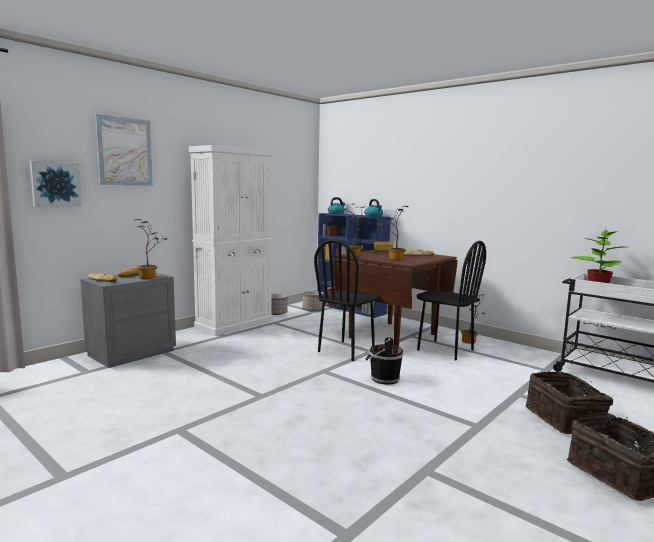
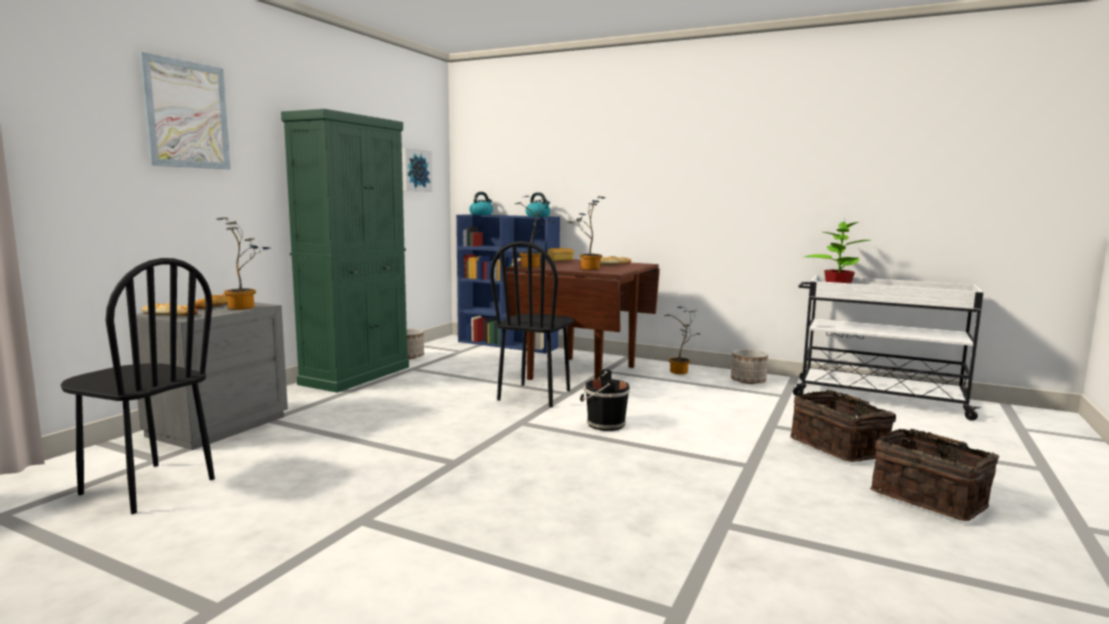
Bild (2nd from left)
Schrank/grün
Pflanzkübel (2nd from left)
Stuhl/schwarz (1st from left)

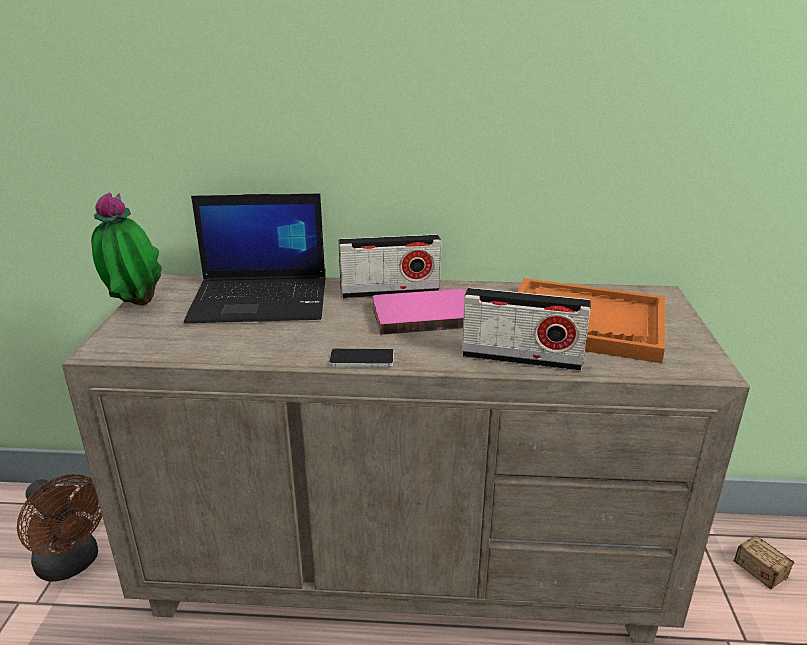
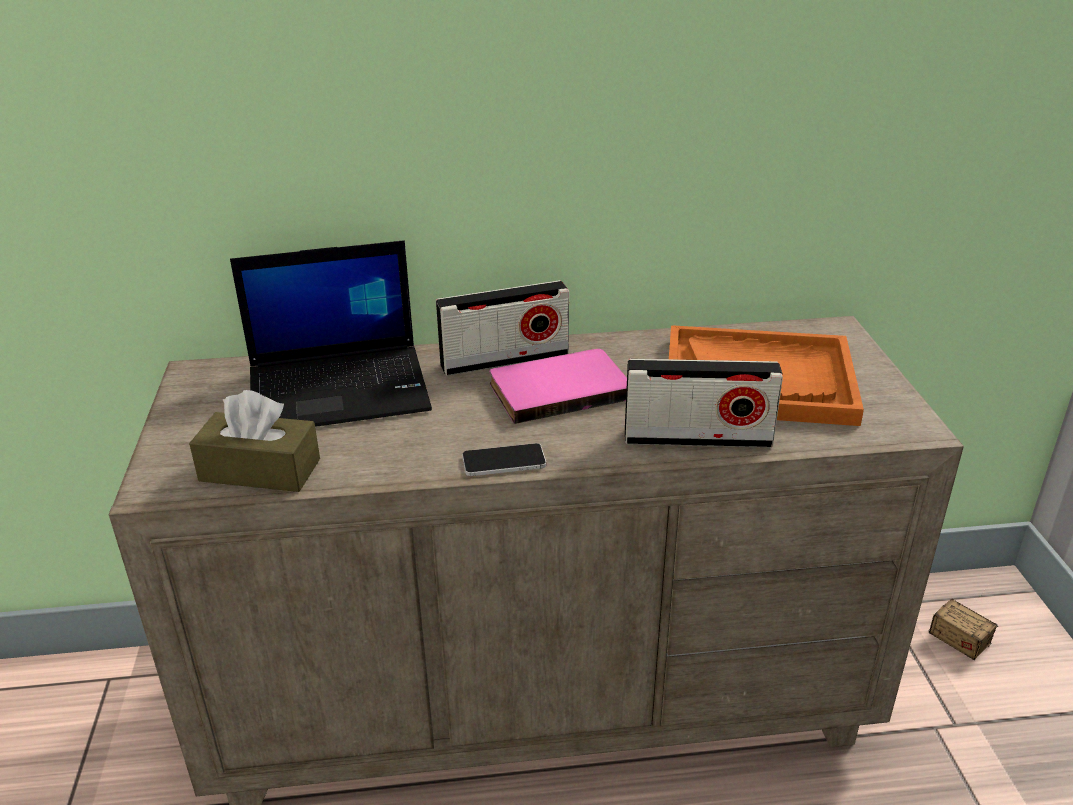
Ventilator/braun
Topfpflanze
Taschentuchbox/braun

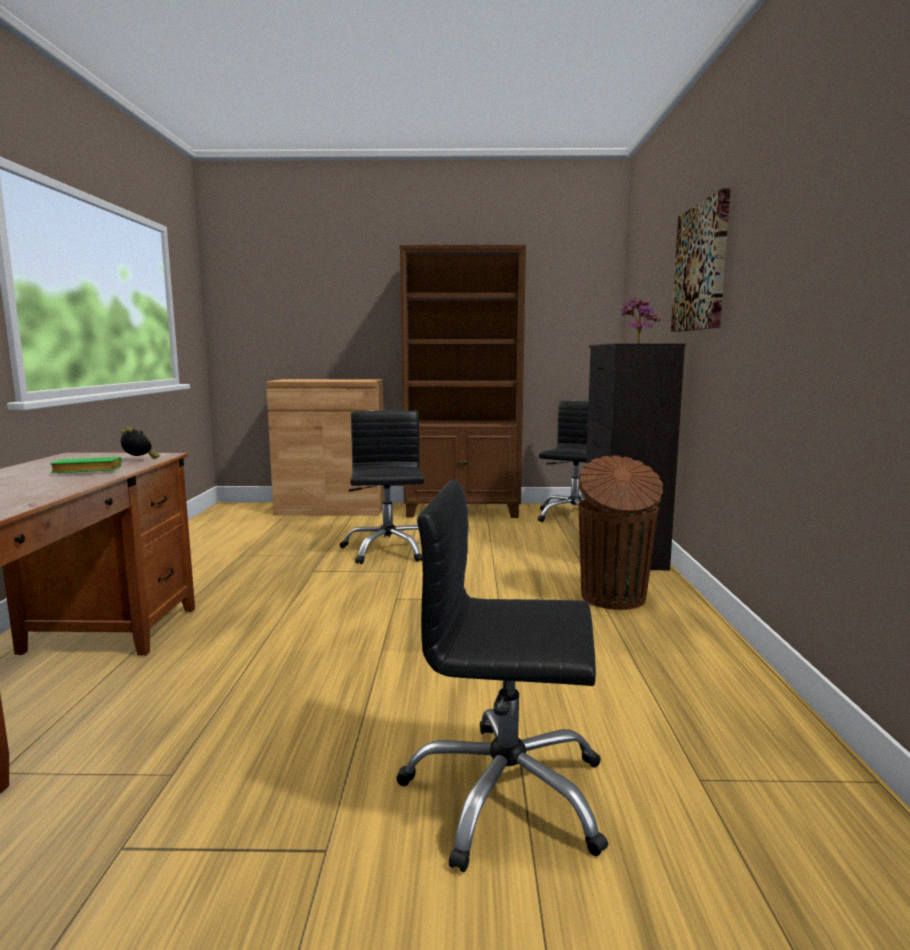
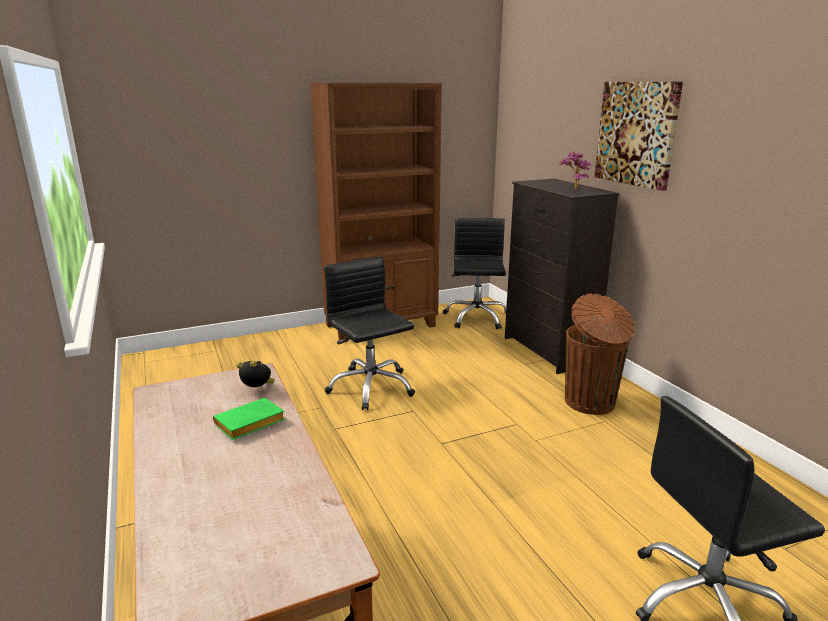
Schrank/braun

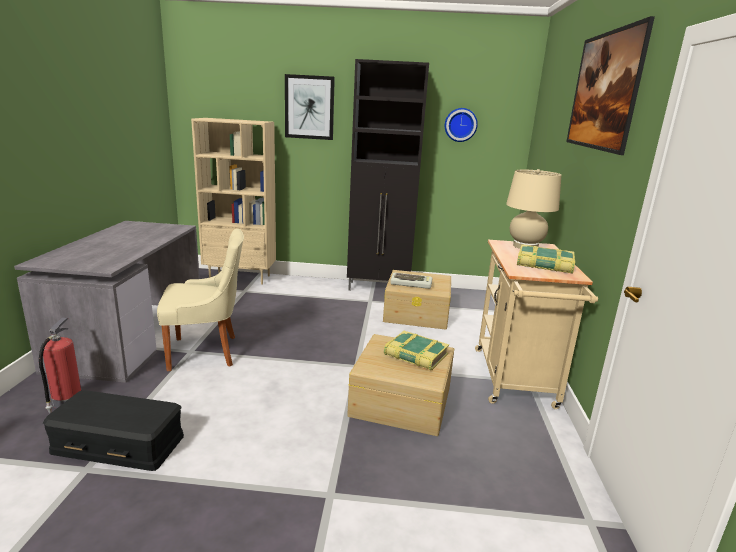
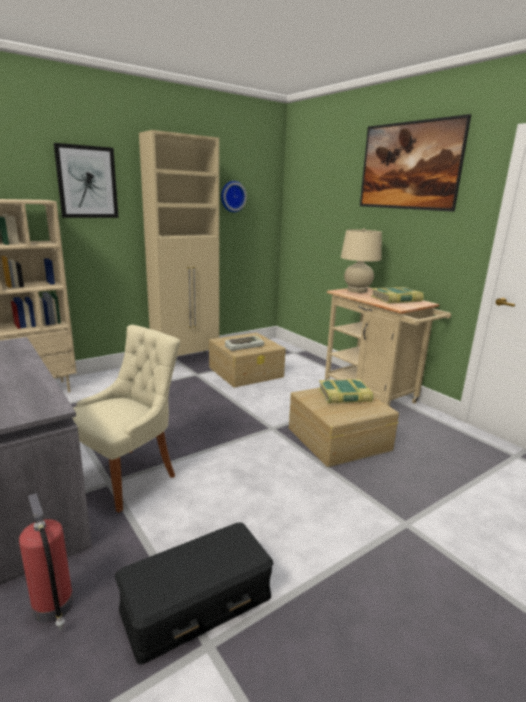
Schrank/beige

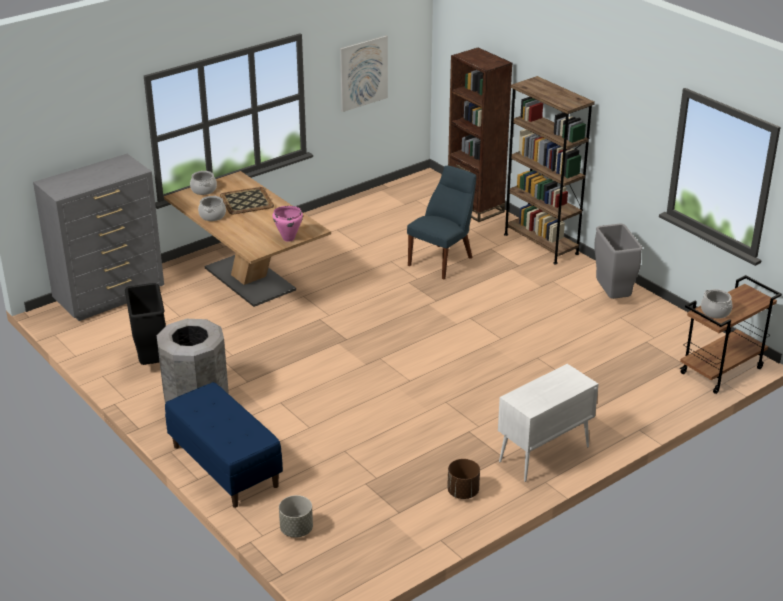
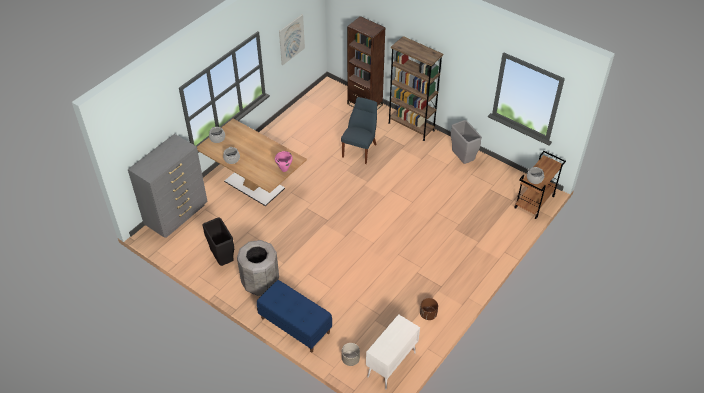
Tablett
Schrank/weiß

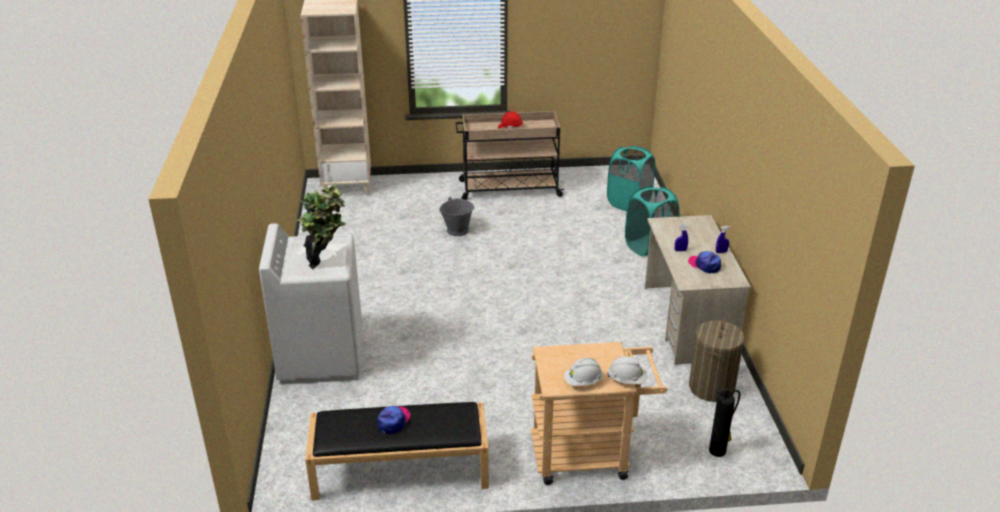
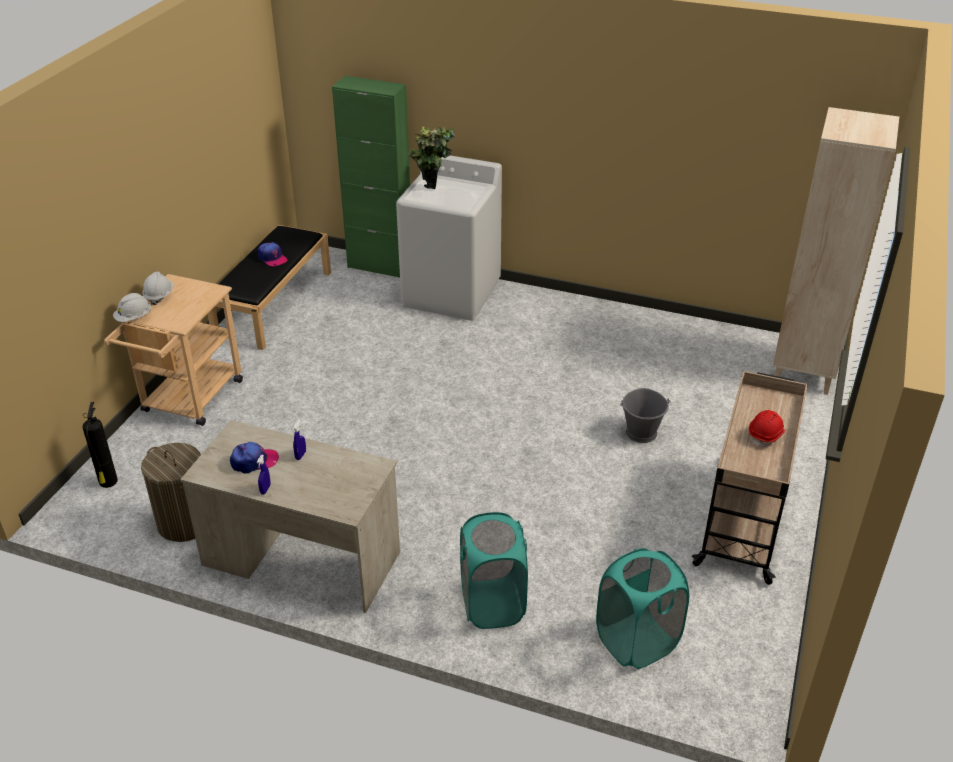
Schrank/grün

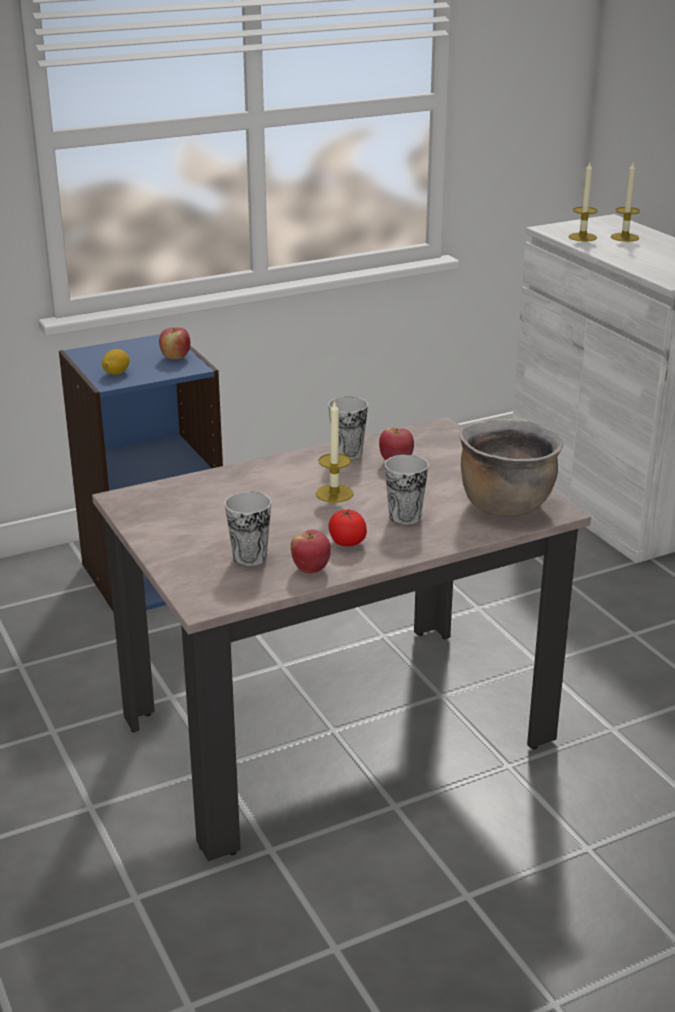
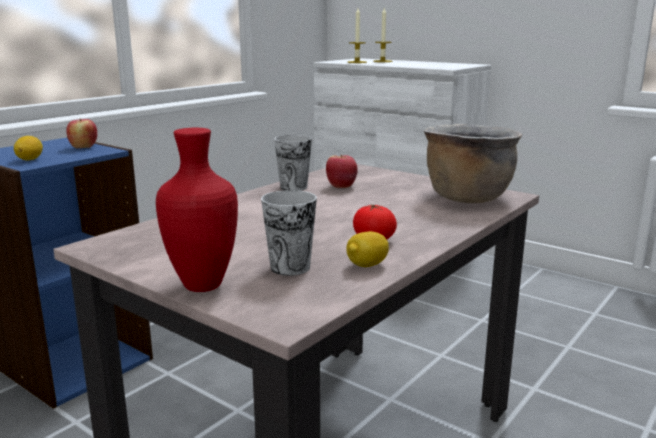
Zitrone (2nd from left)
Kerze (1st from left in the first image)
Tasse (3rd from left in the first image)
Vase/rot

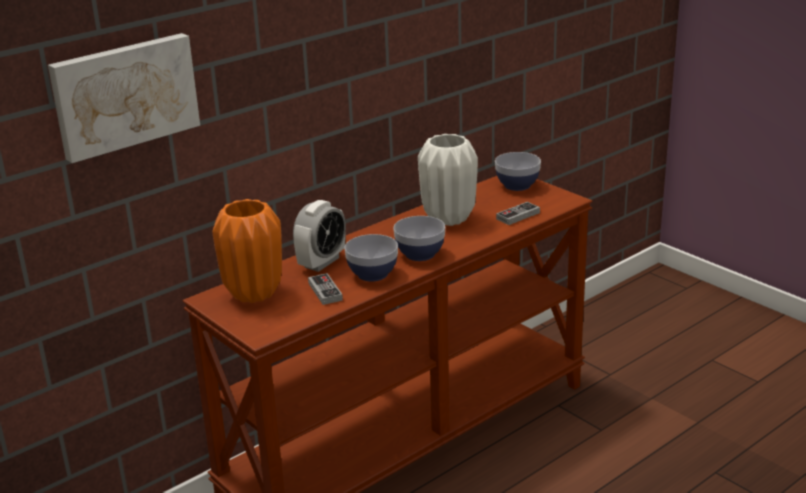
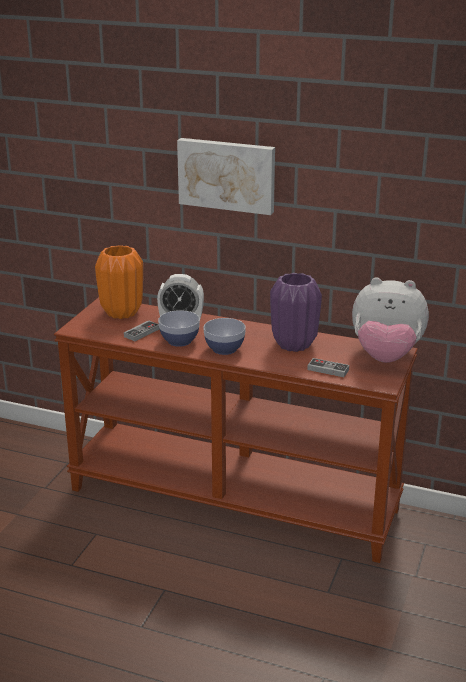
Bild
Vase/lila
Plüschtier

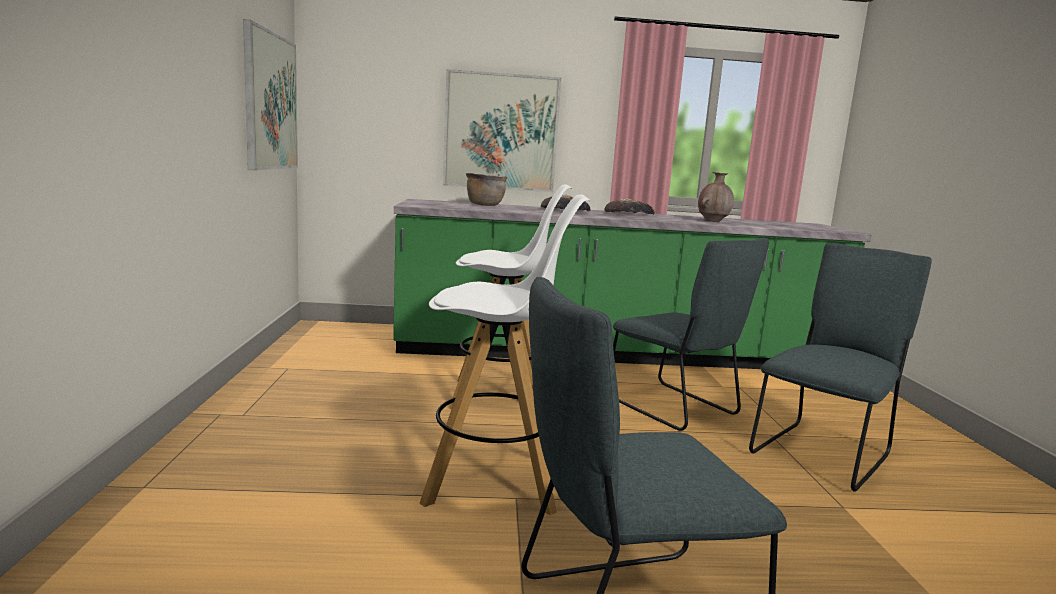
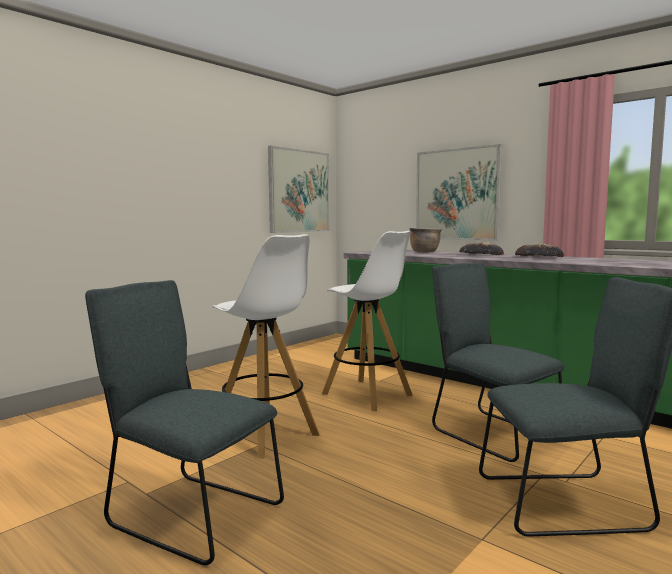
Stuhl/grau (2nd from left)
Vase/braun

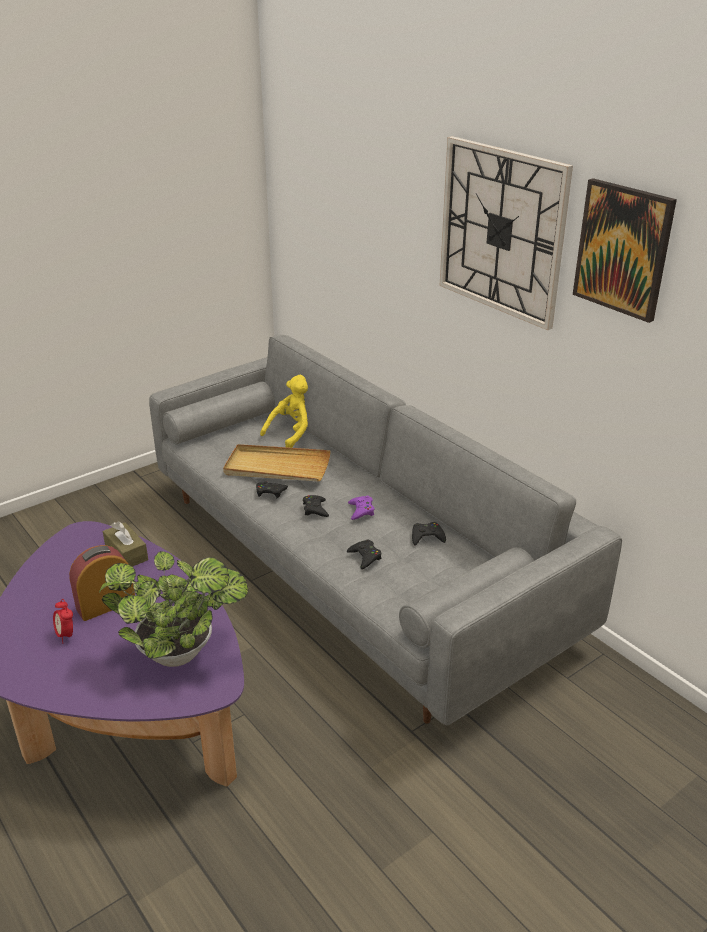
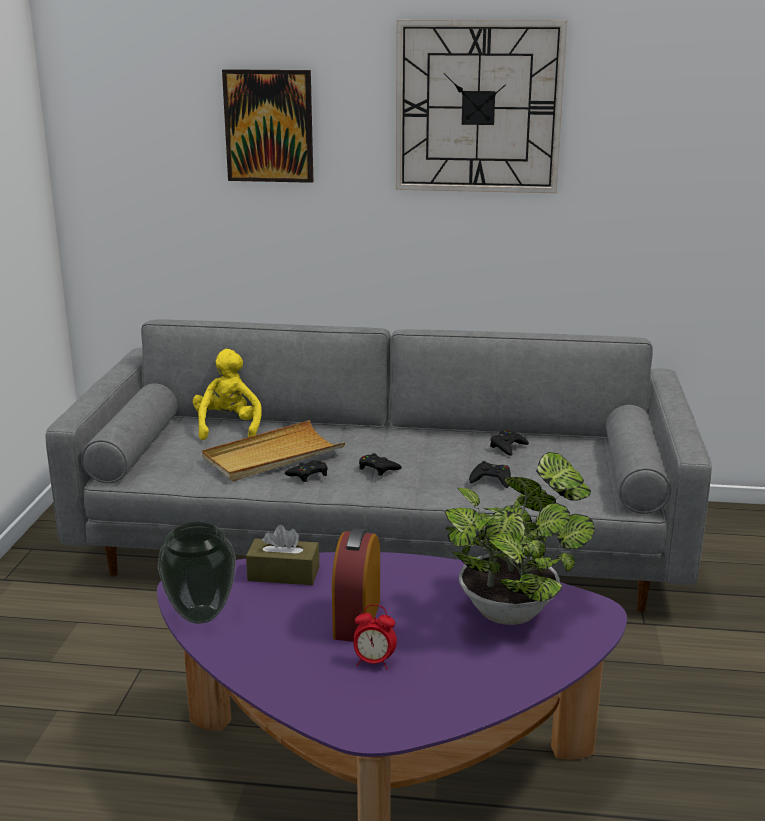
Gamepad/lila
Bild
Vase

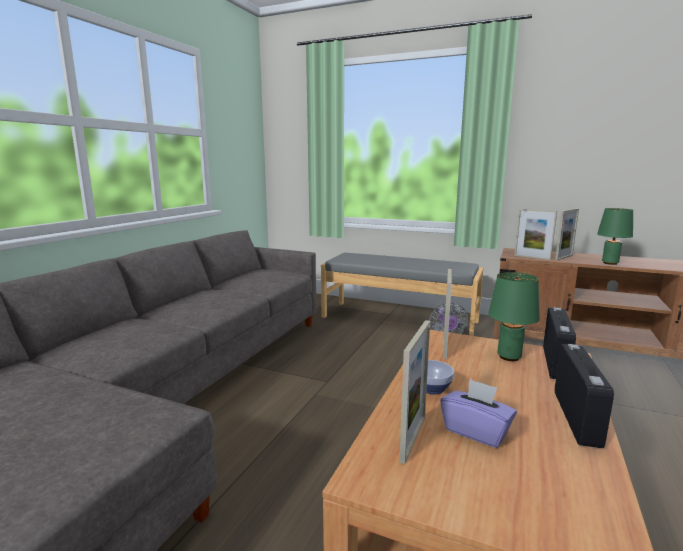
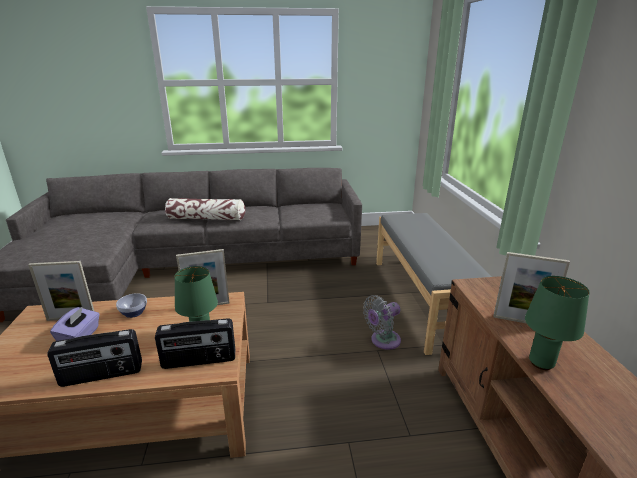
Bilderrahmen (3rd from left in the first image)
Kissen

